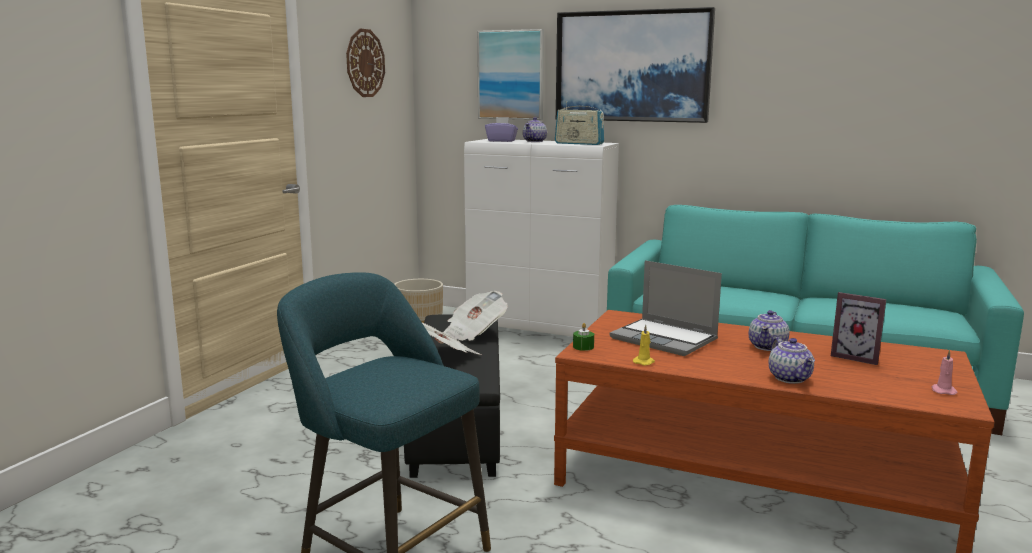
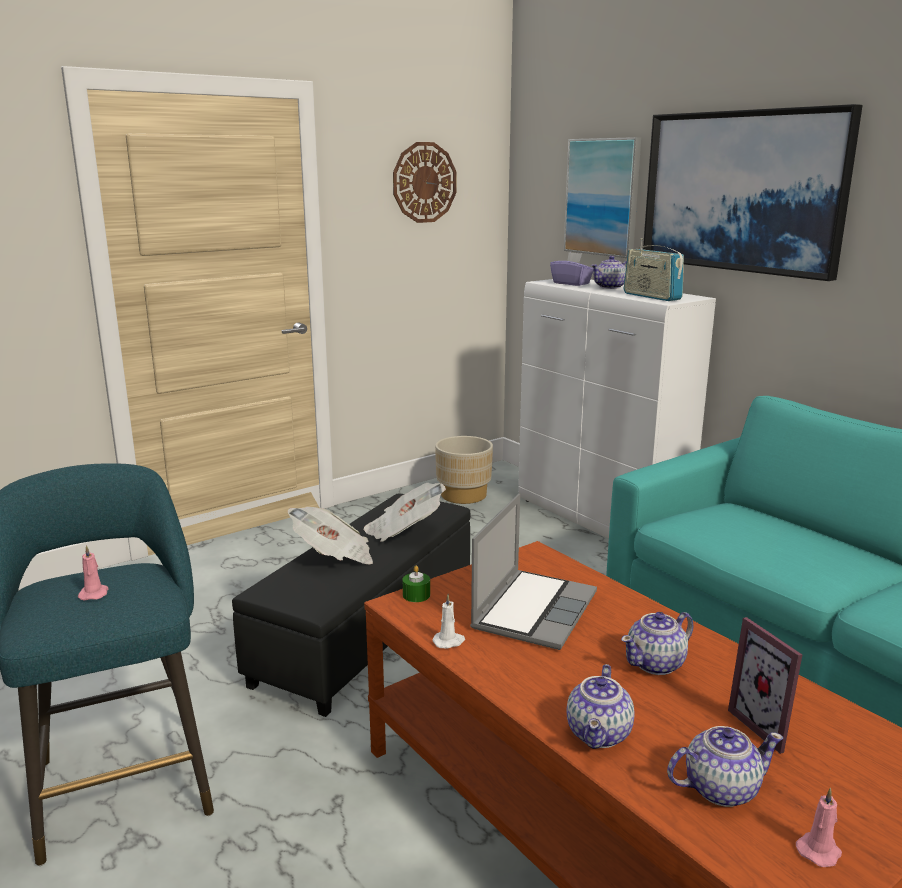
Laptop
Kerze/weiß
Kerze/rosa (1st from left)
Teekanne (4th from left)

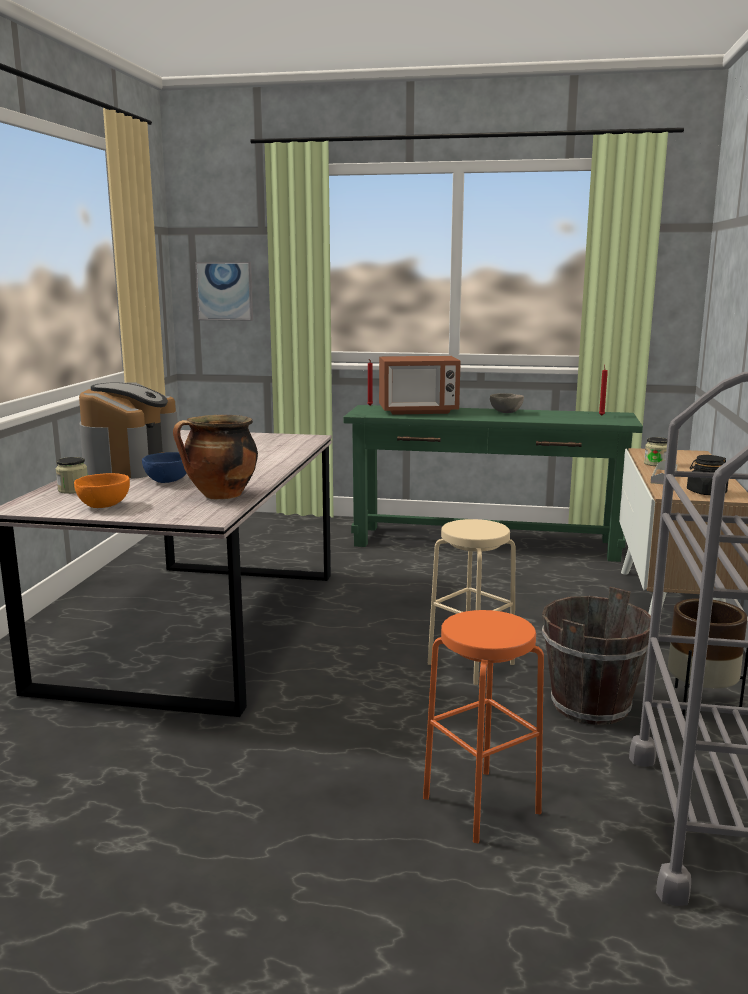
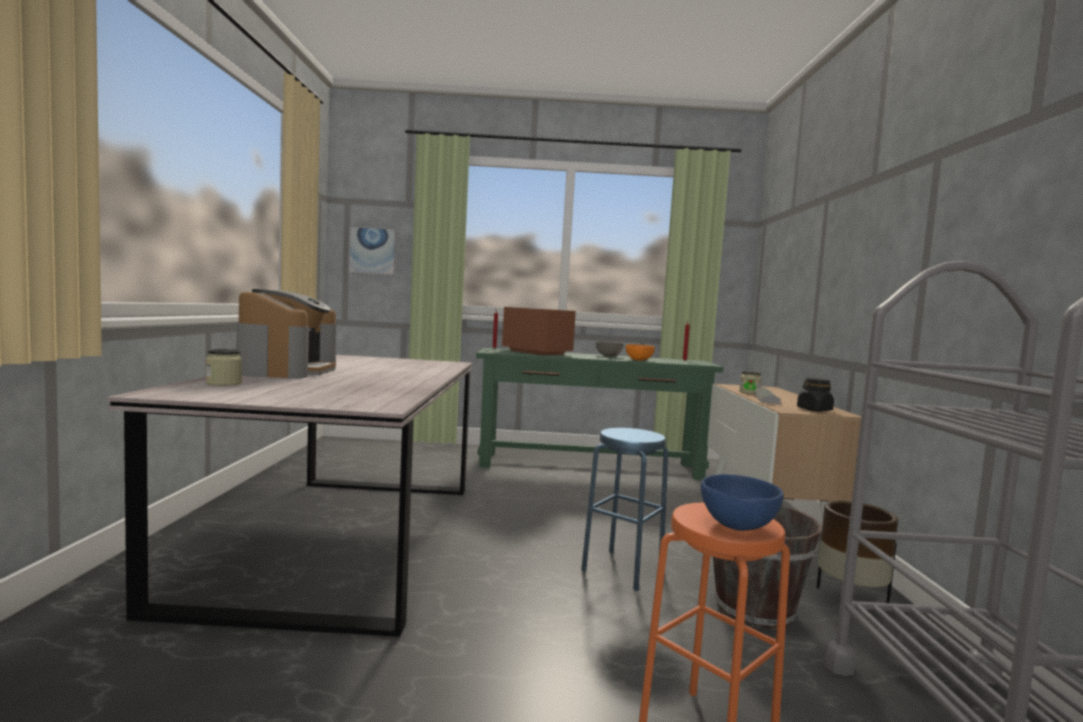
Schüssel/orange
Schüssel/blau
Kochtopf
Mikrowelle
Hocker/blau

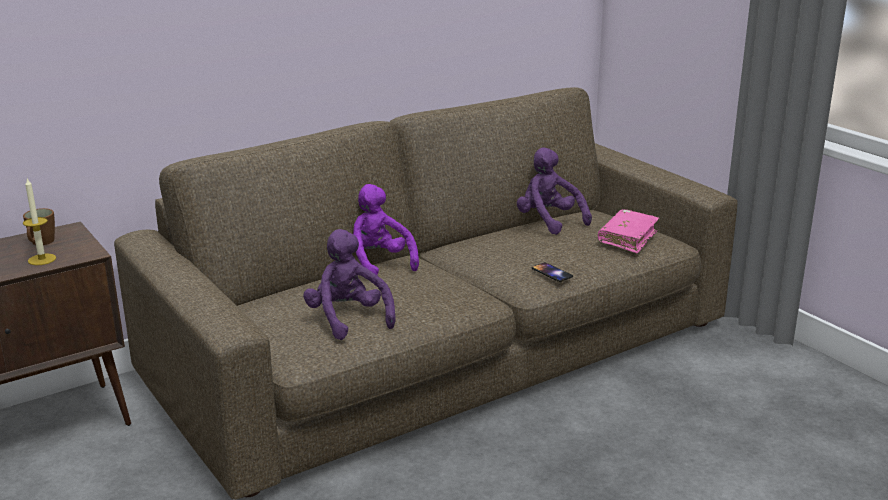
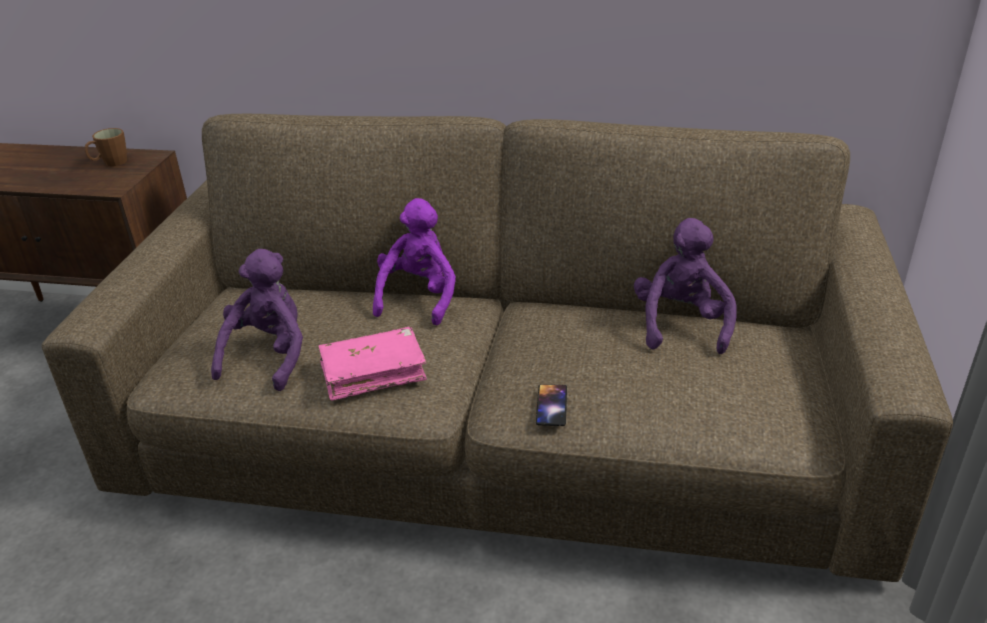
Kerze
Buch/rosa

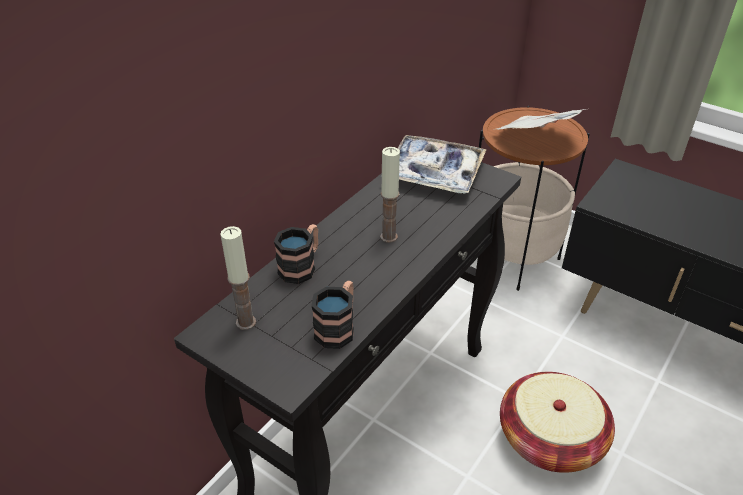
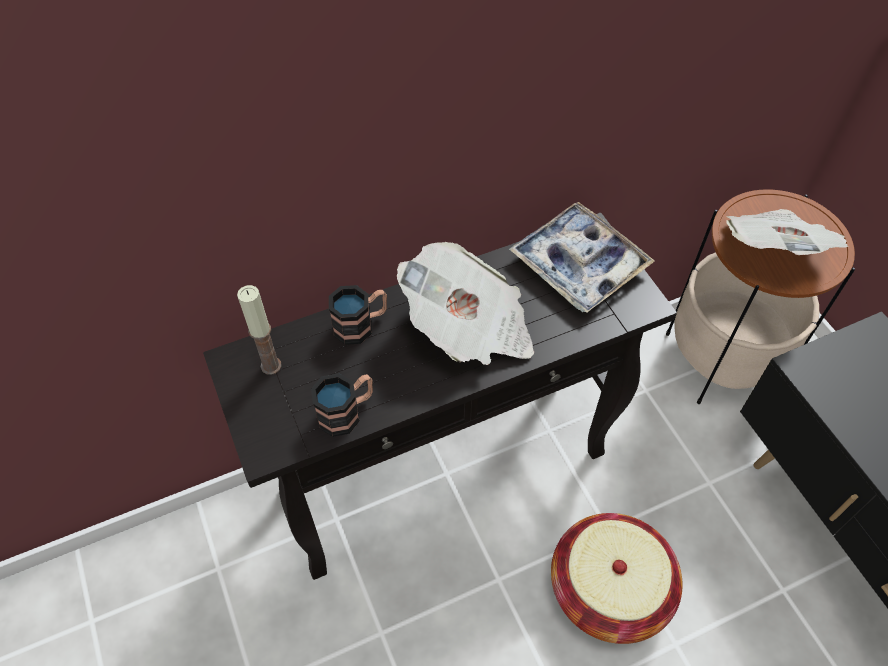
Zeitung (1st from left)

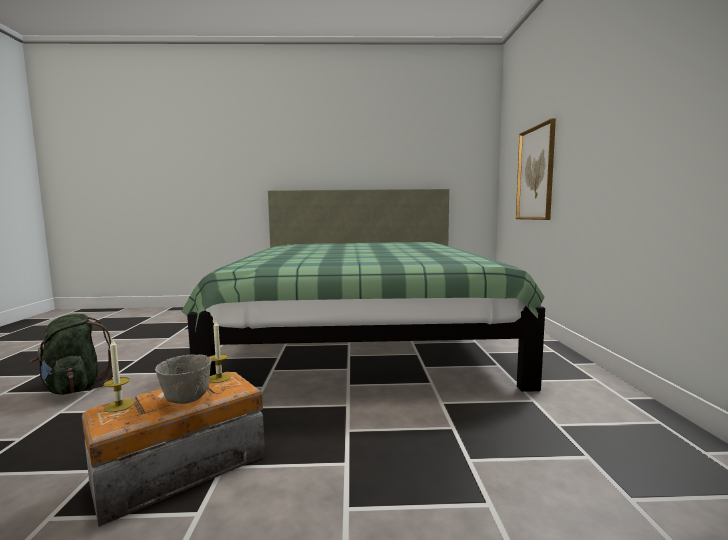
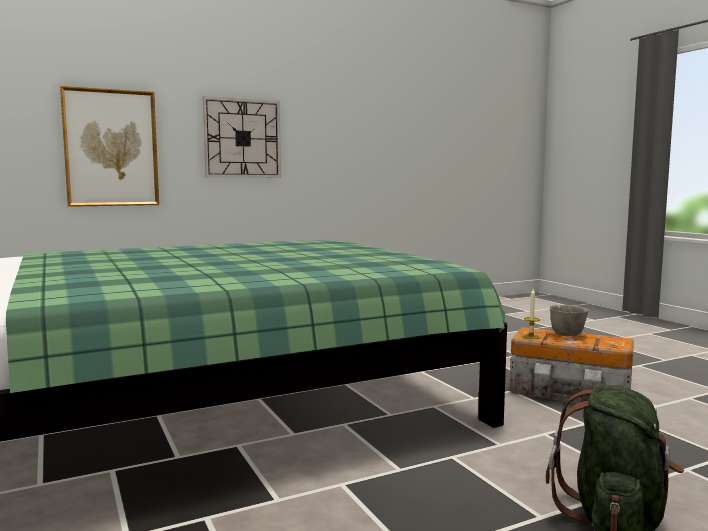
Kerze (1st from left in the first image)
Wanduhr

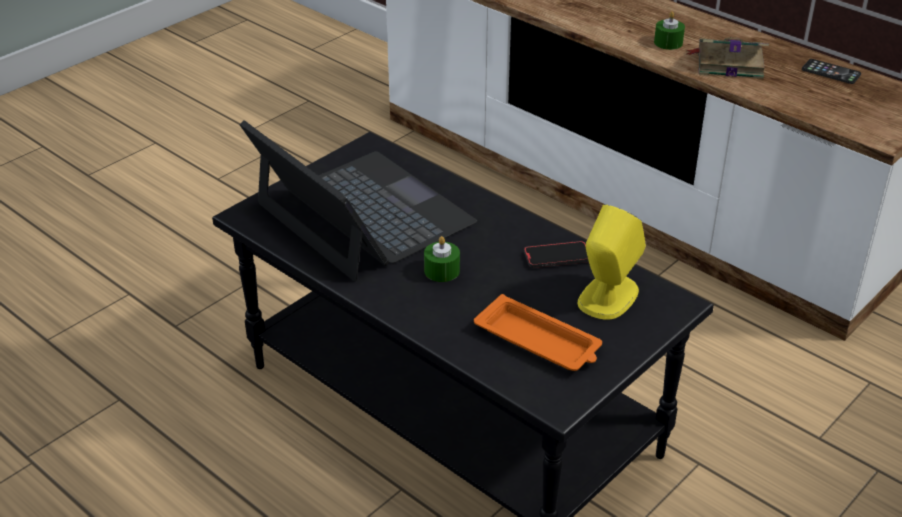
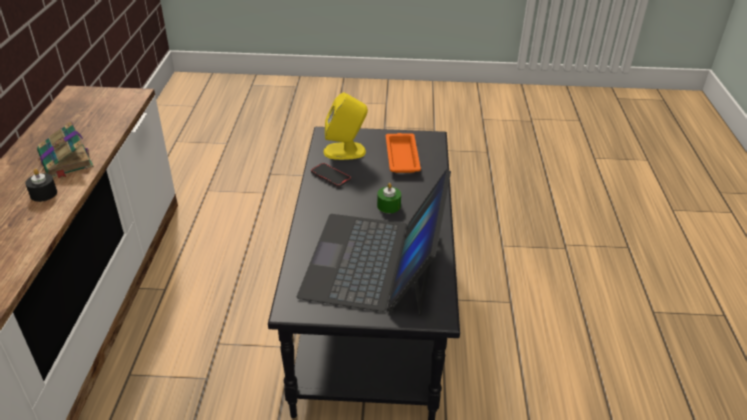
Kerze/schwarz
Handy (2nd from left in the first image)

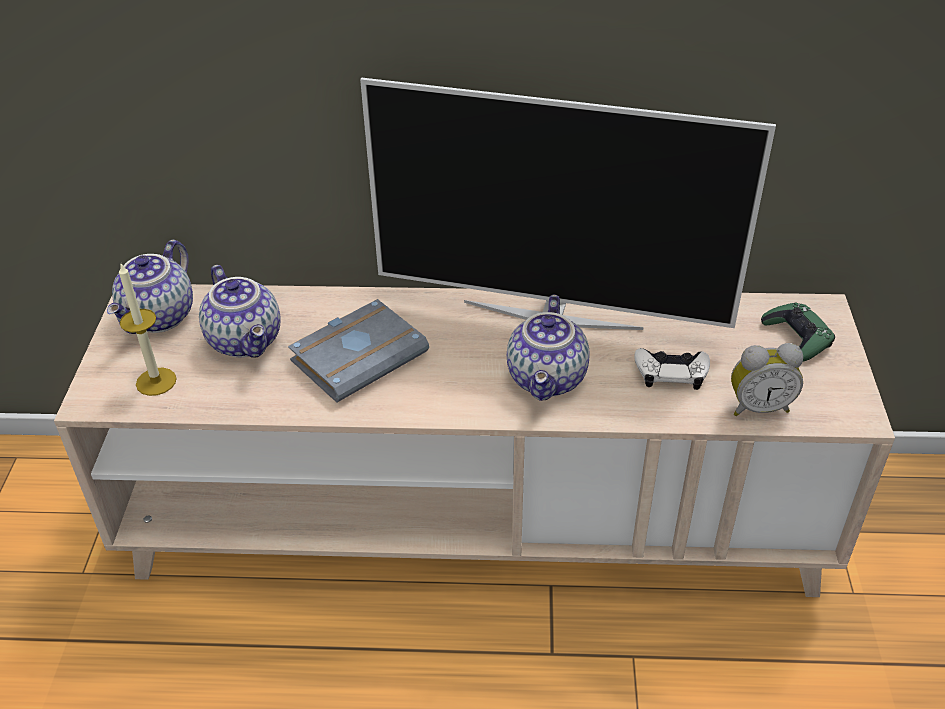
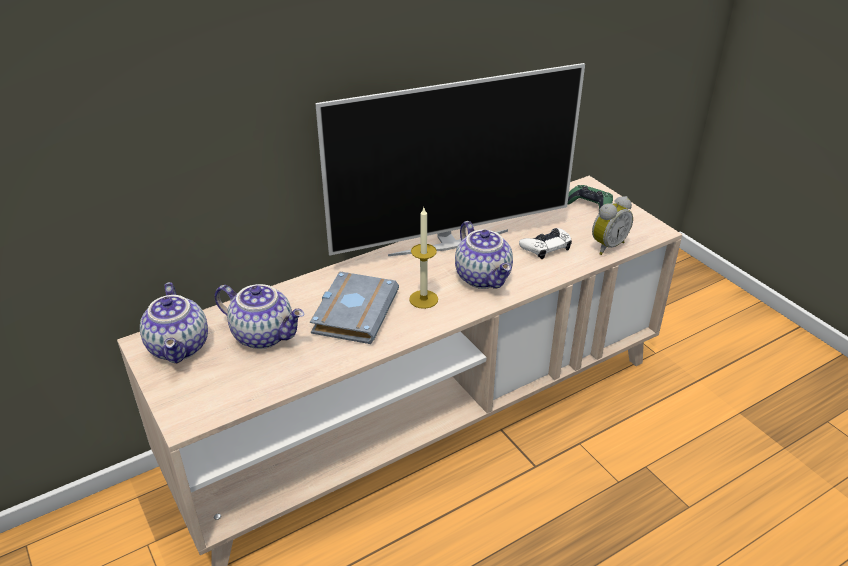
Kerze

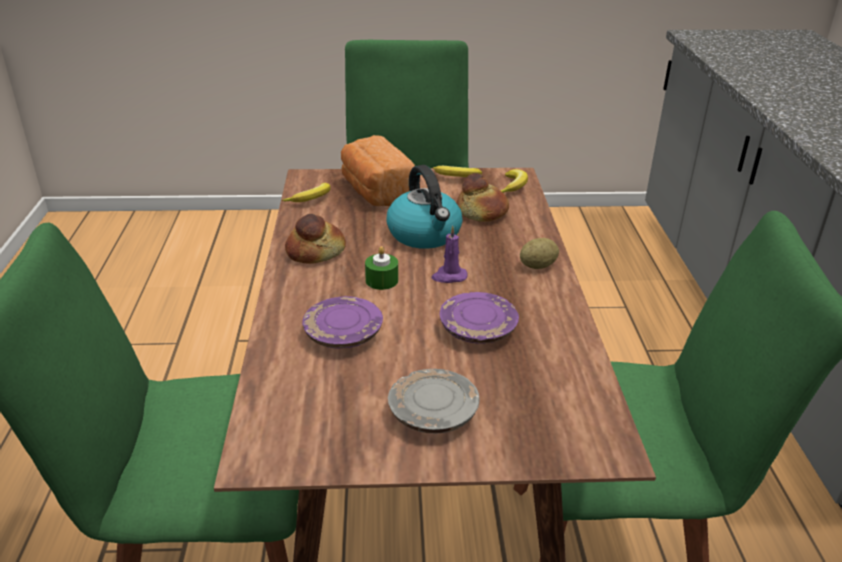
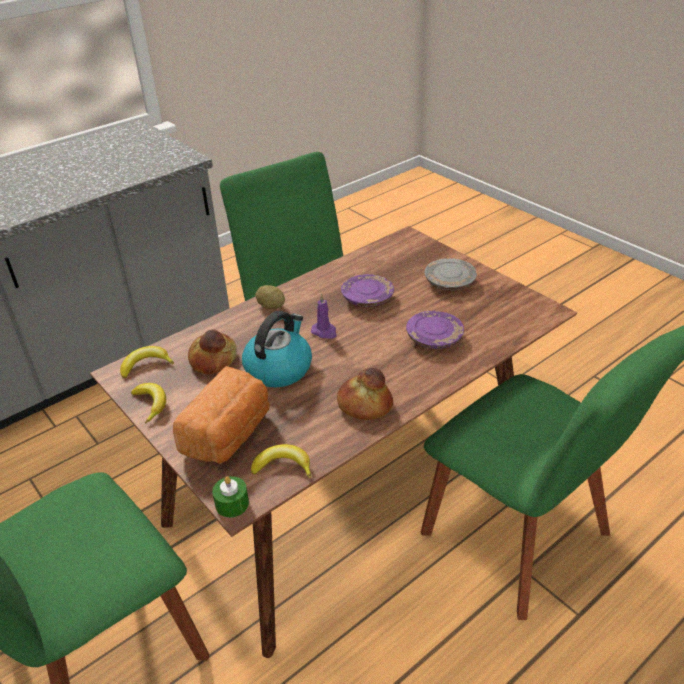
Kerze/grün

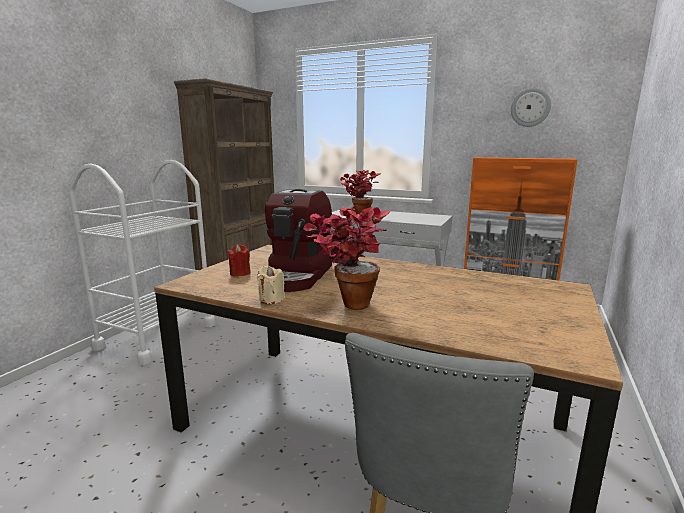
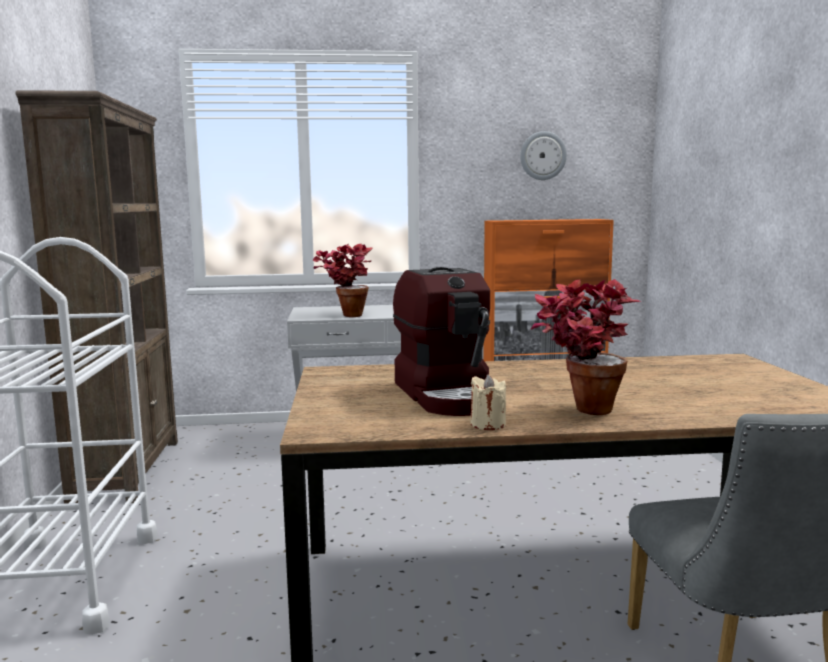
Kerze/rot

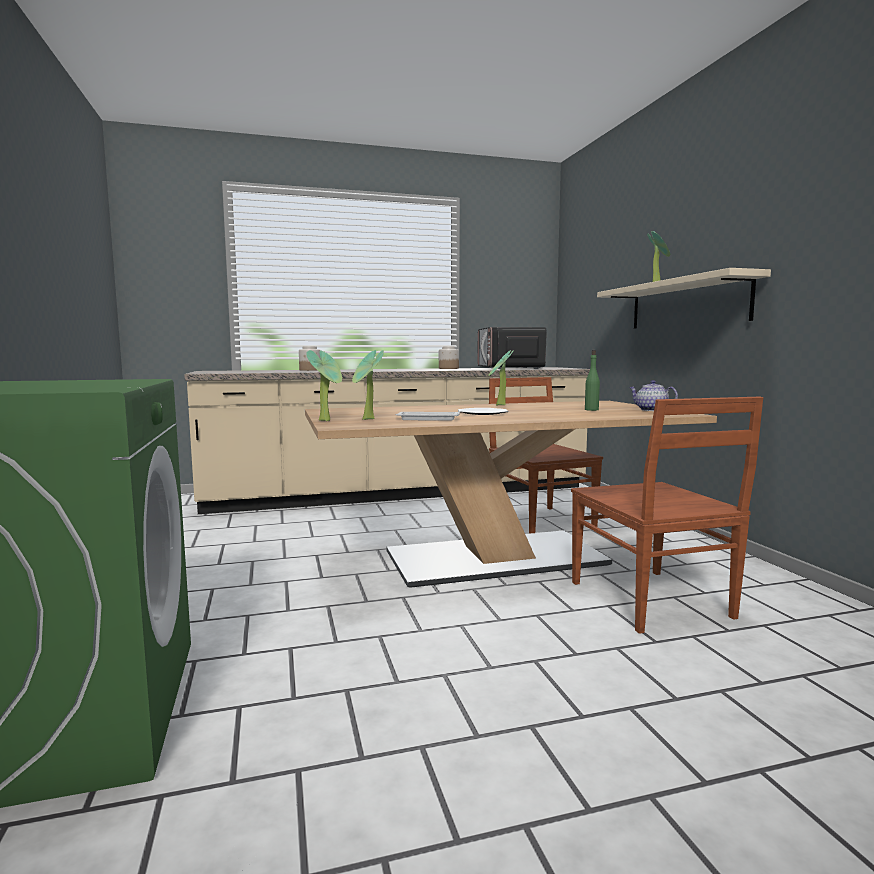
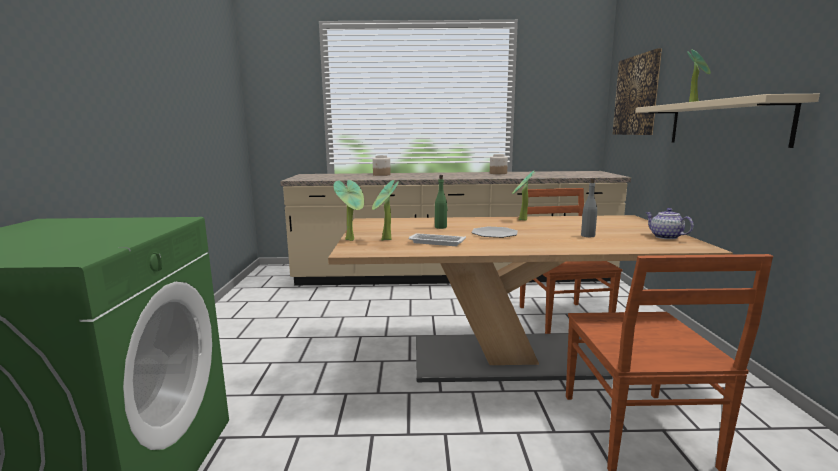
Mikrowelle
Flasche/grün
Flasche/grau
Bild

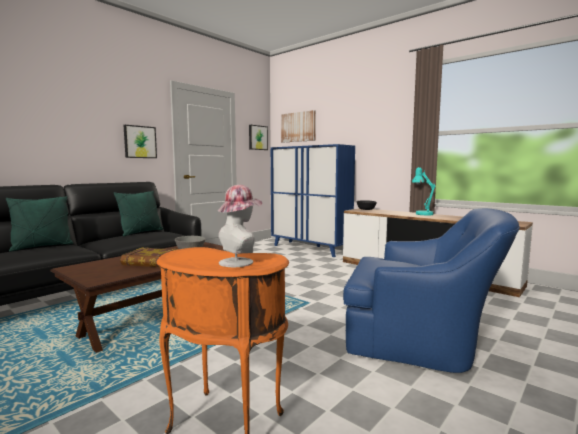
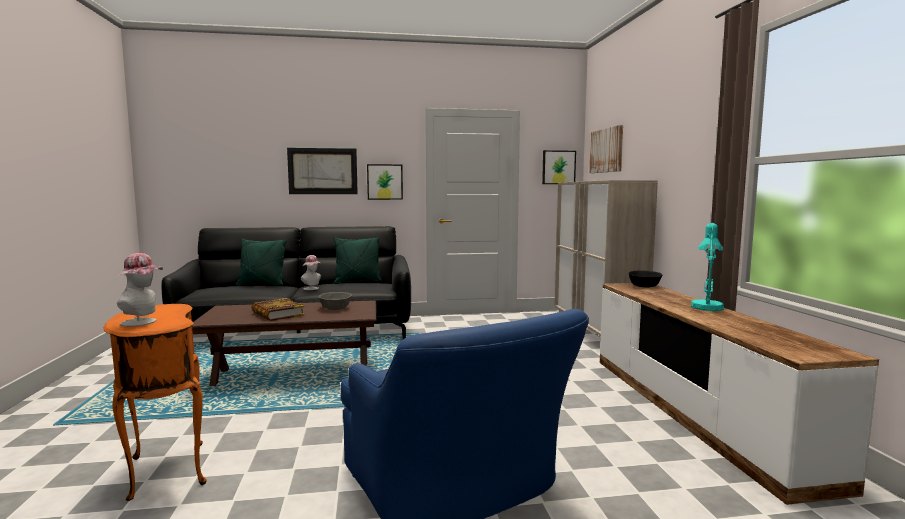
Schrank/beige
Bild (1st from left)
Hut (2nd from left)

